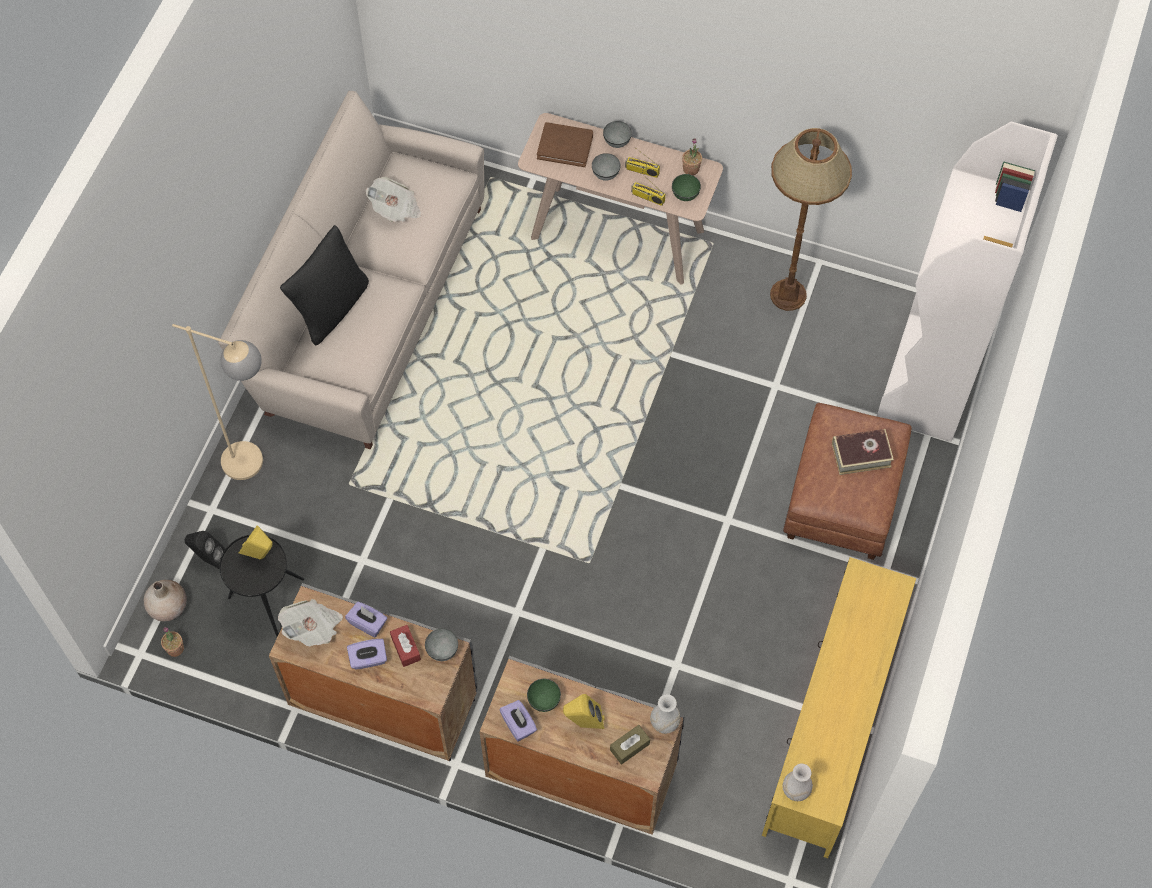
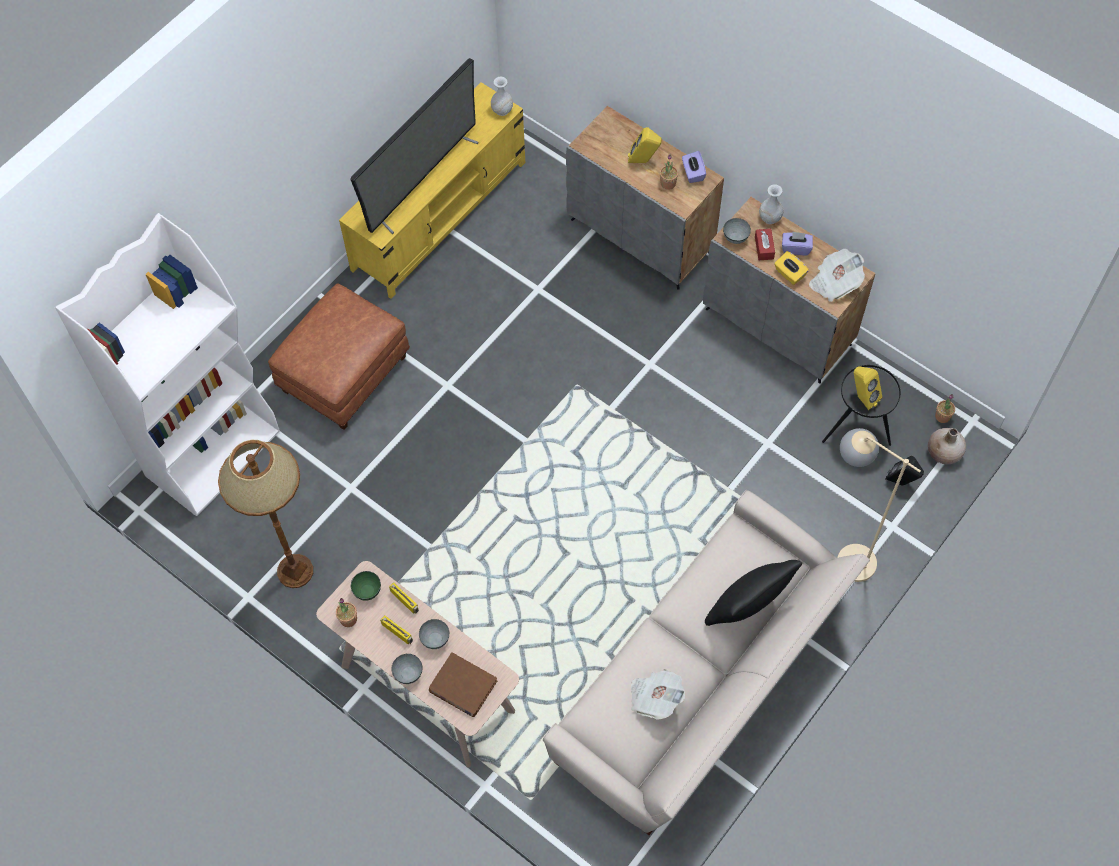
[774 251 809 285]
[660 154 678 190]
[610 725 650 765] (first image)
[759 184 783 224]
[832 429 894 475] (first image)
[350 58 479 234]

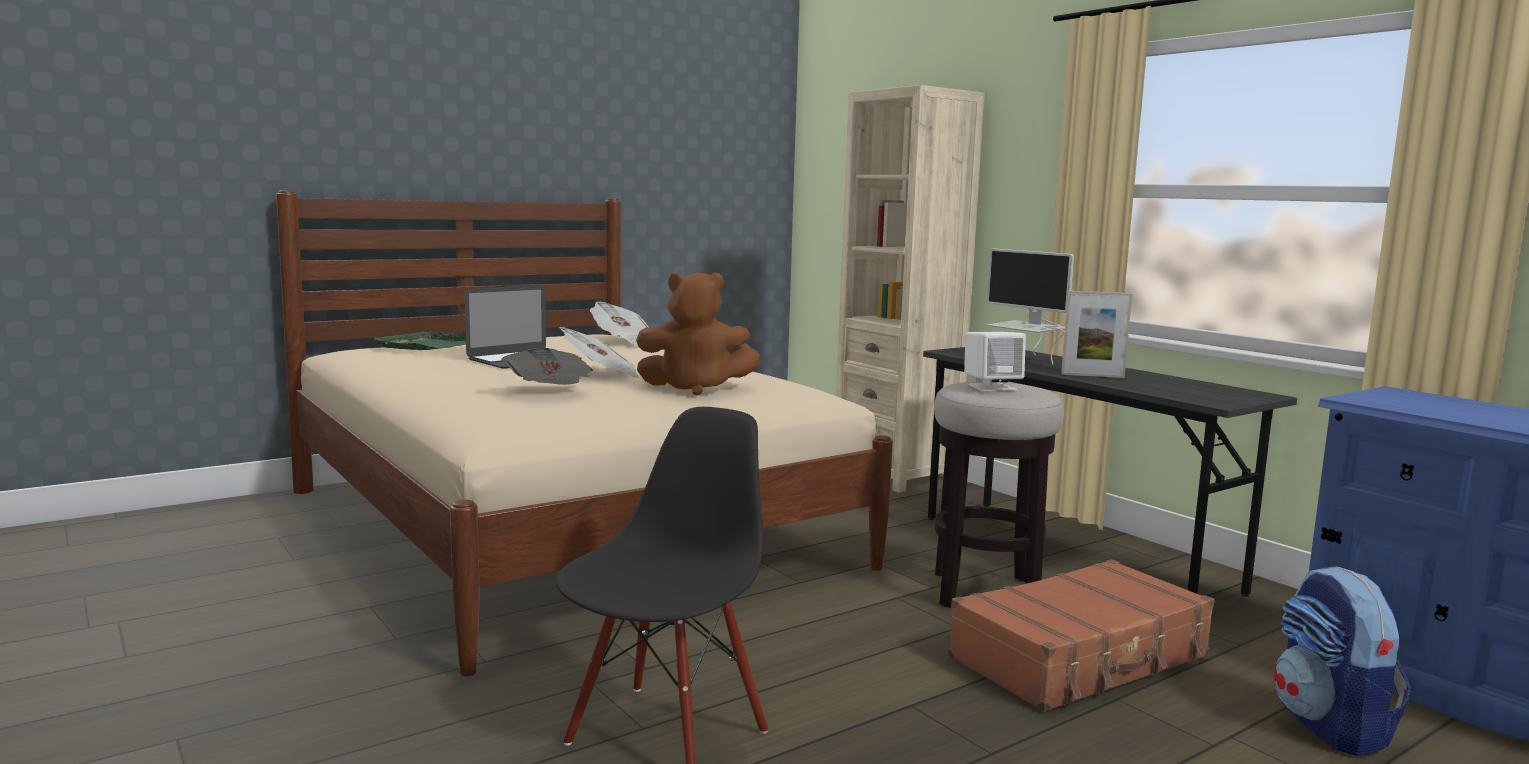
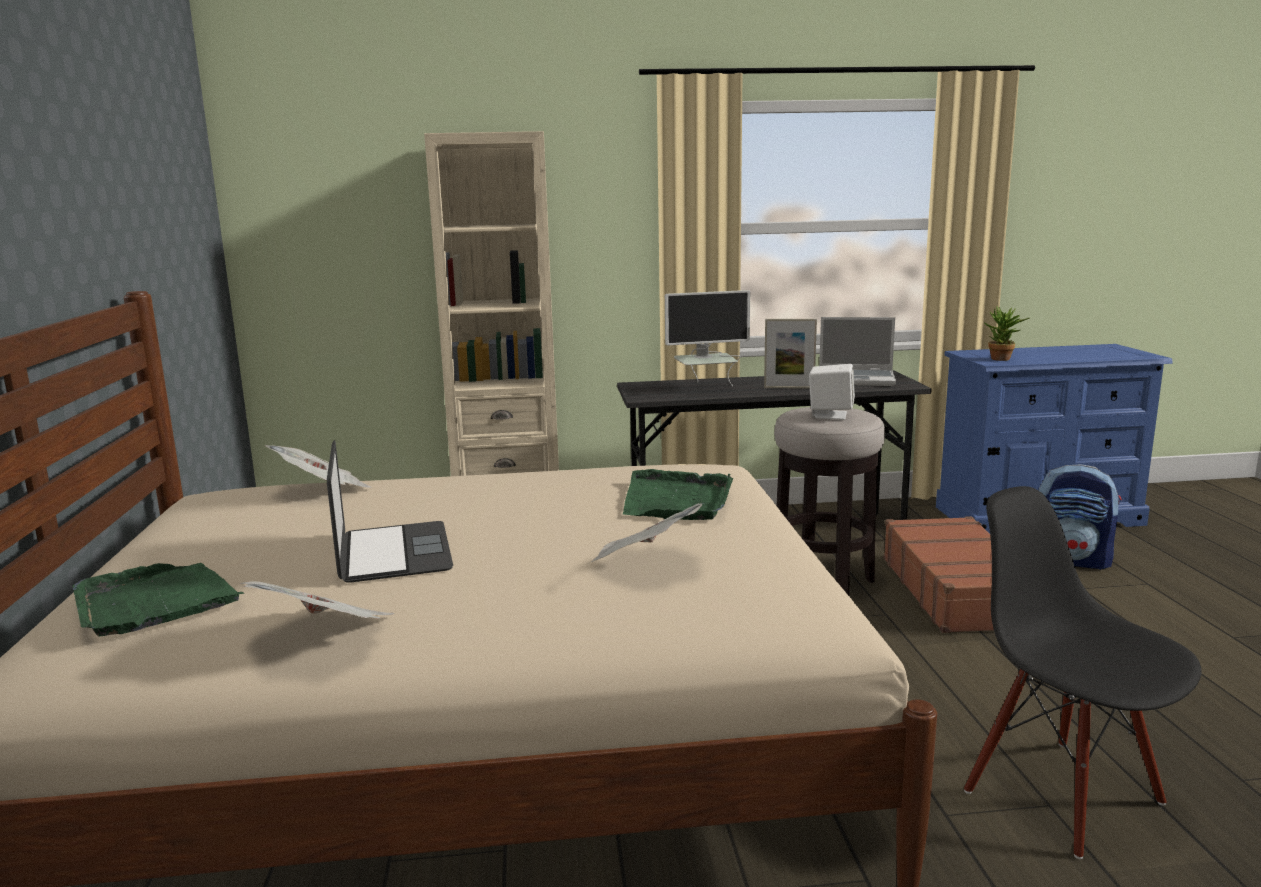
[239 581 395 619]
[623 469 733 520]
[764 319 817 389]
[819 317 896 386]
[985 306 1030 361]

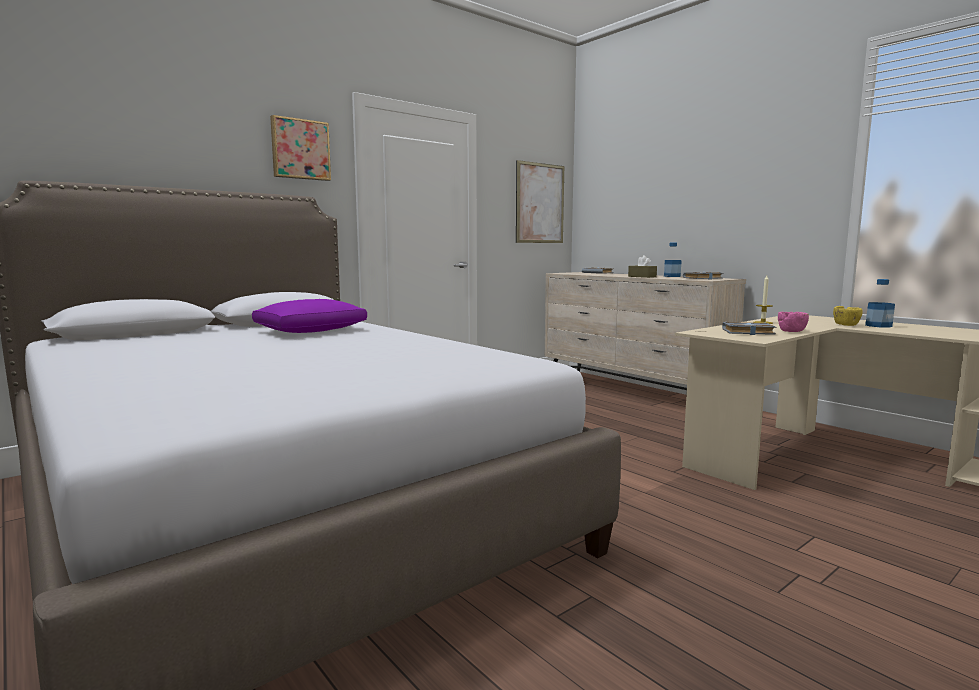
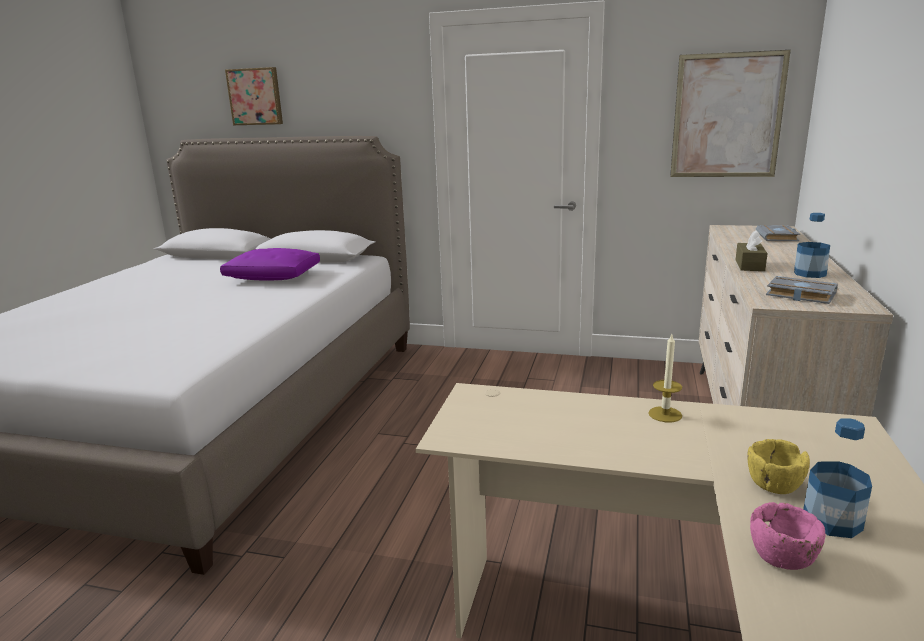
[225 67 283 125]
[722 322 776 335] (first image)
[750 502 825 570]

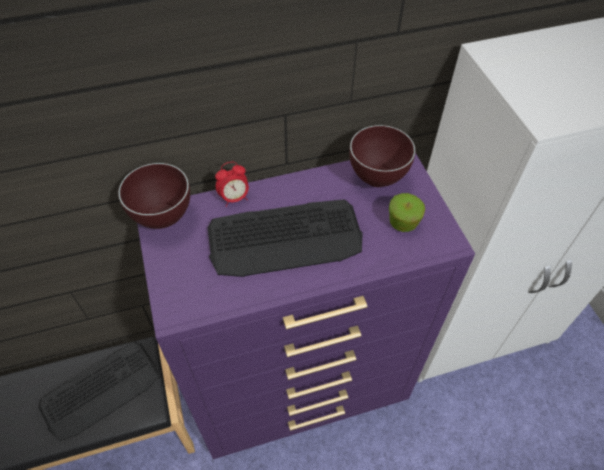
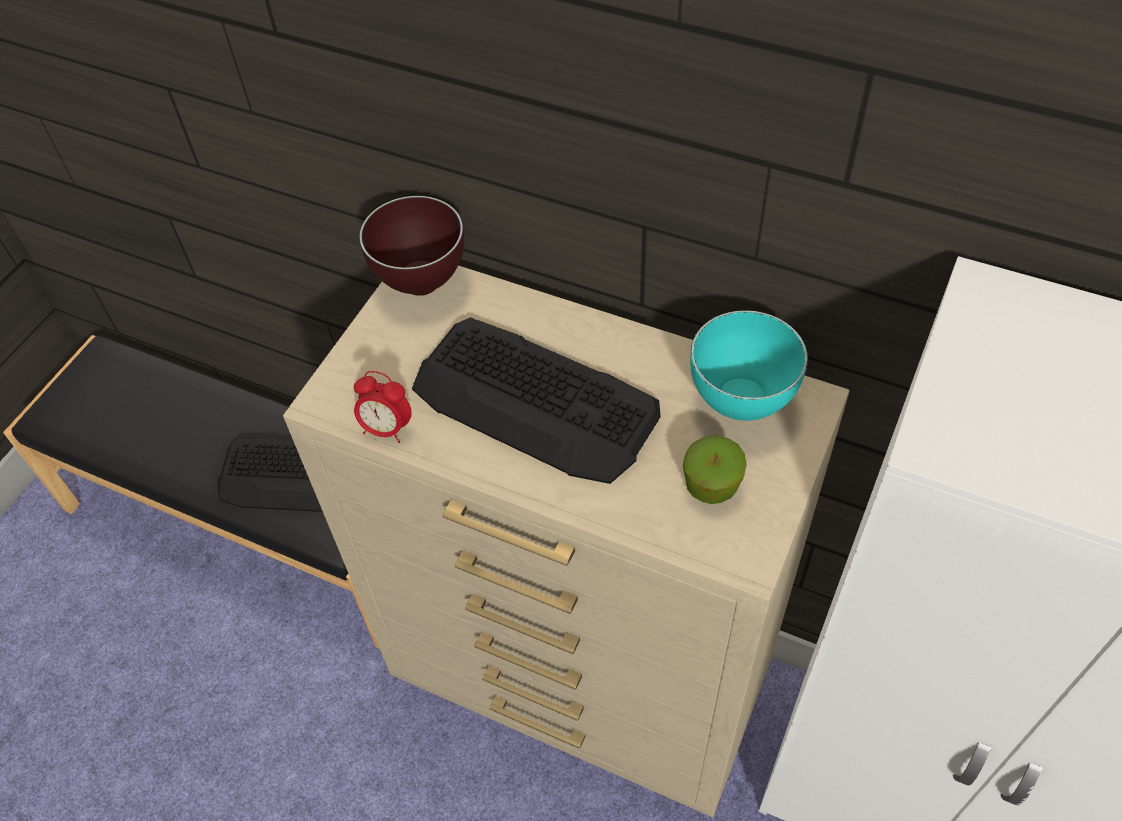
[283 265 849 817]
[354 371 412 443]
[690 310 808 421]

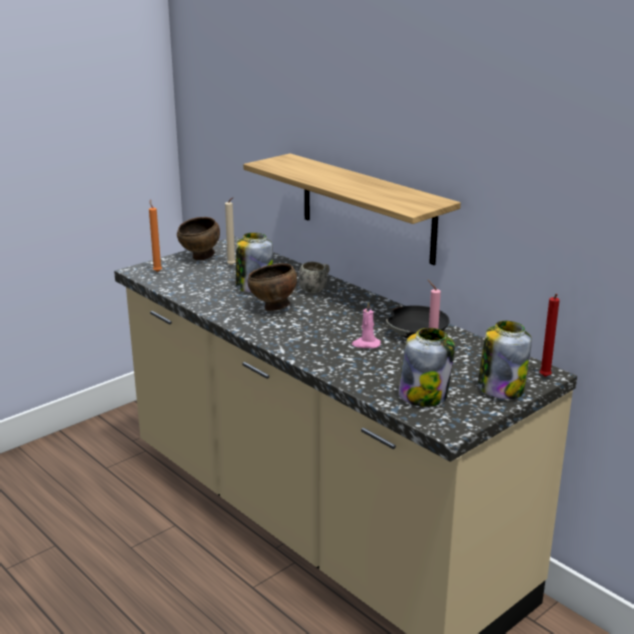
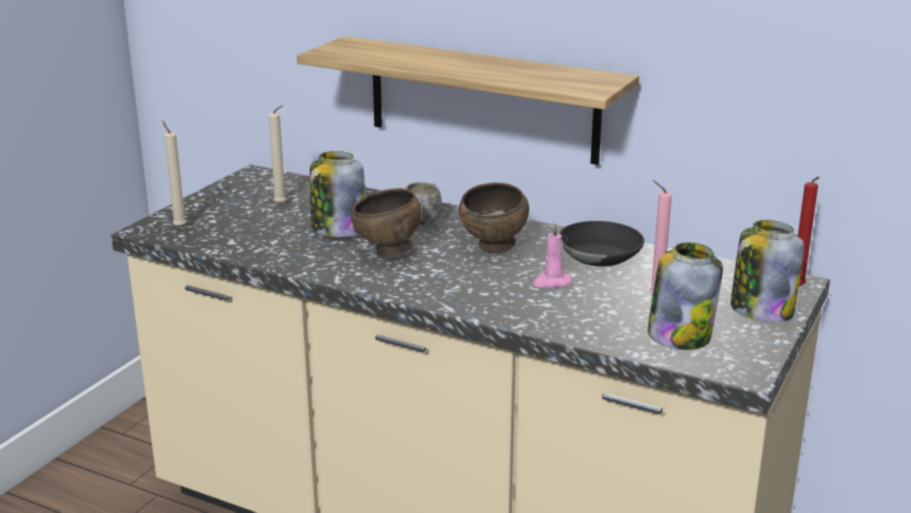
[162 121 186 228]
[458 182 529 254]

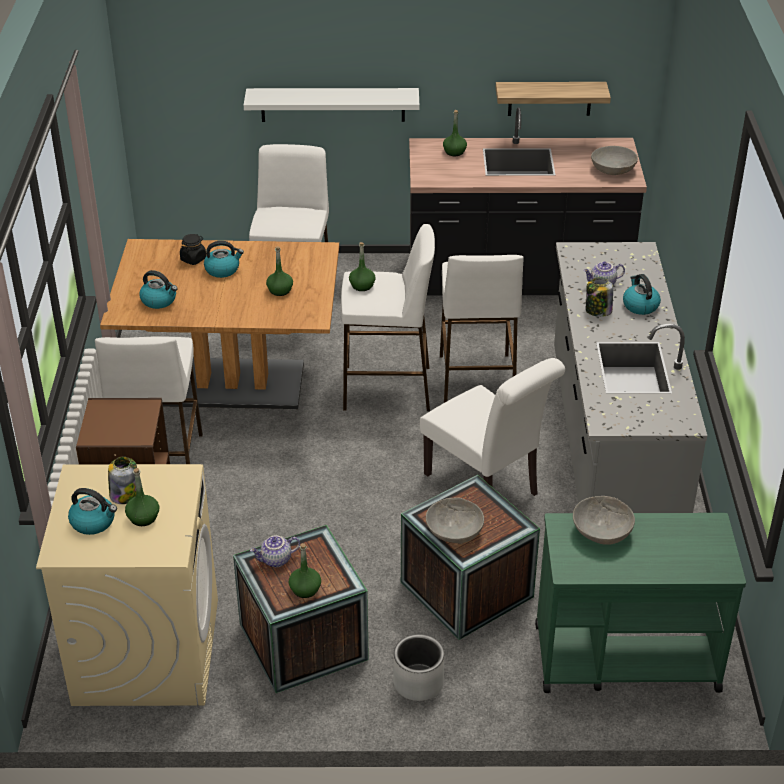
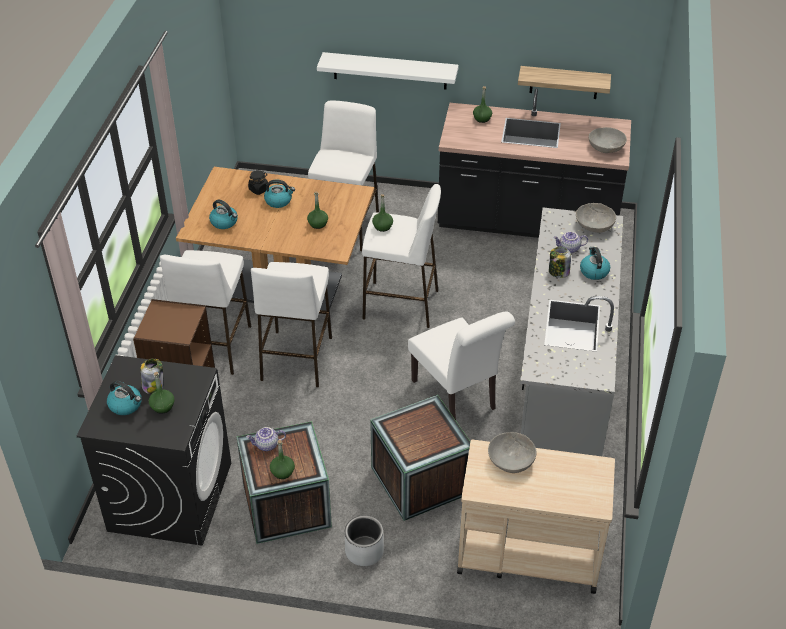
[77 355 231 546]
[576 203 616 233]
[251 262 332 387]
[457 440 615 594]

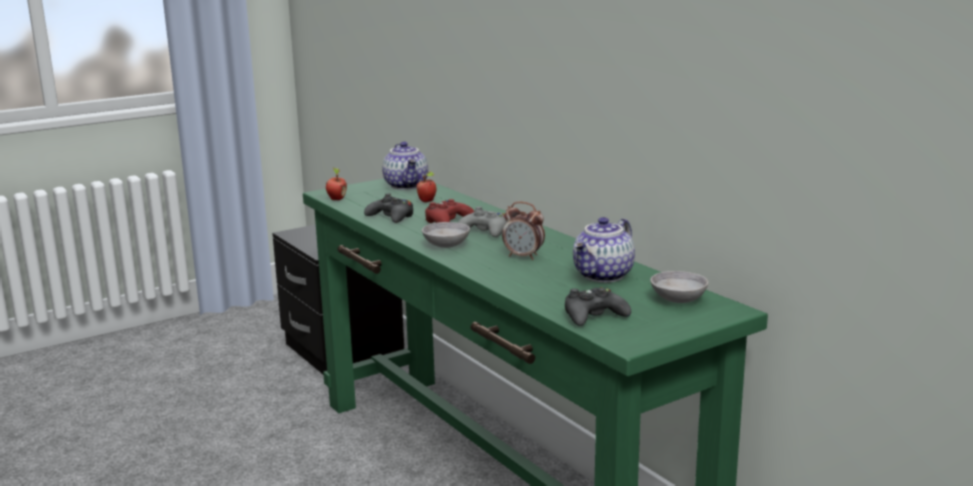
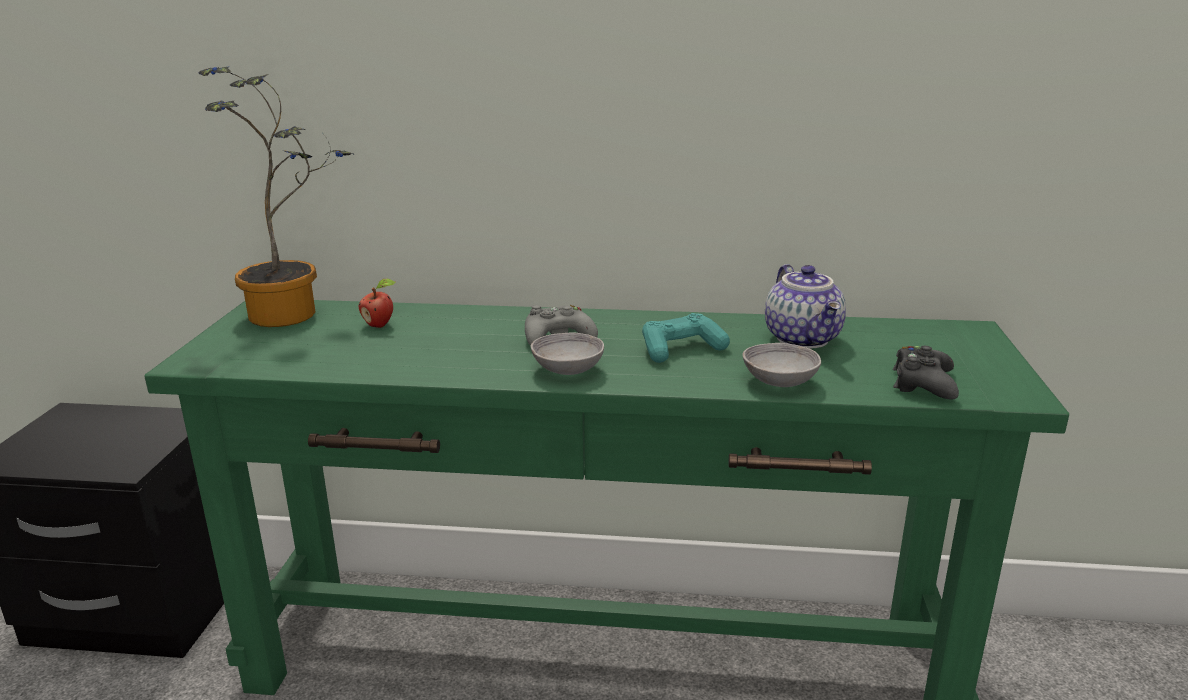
[326 167 347 200] (first image)
[364 193 413 223] (first image)
[198 67 353 327]
[425 199 474 223] (first image)
[642 313 730 363]
[742 343 821 387]

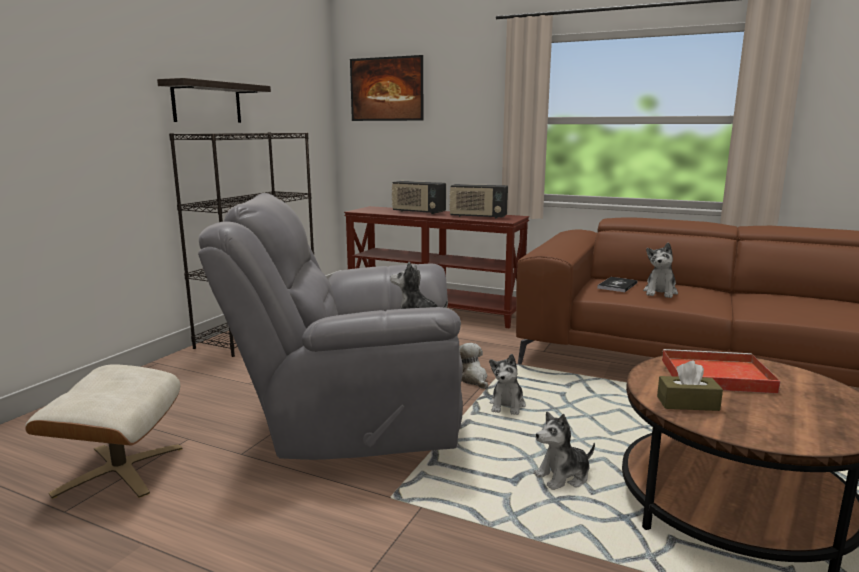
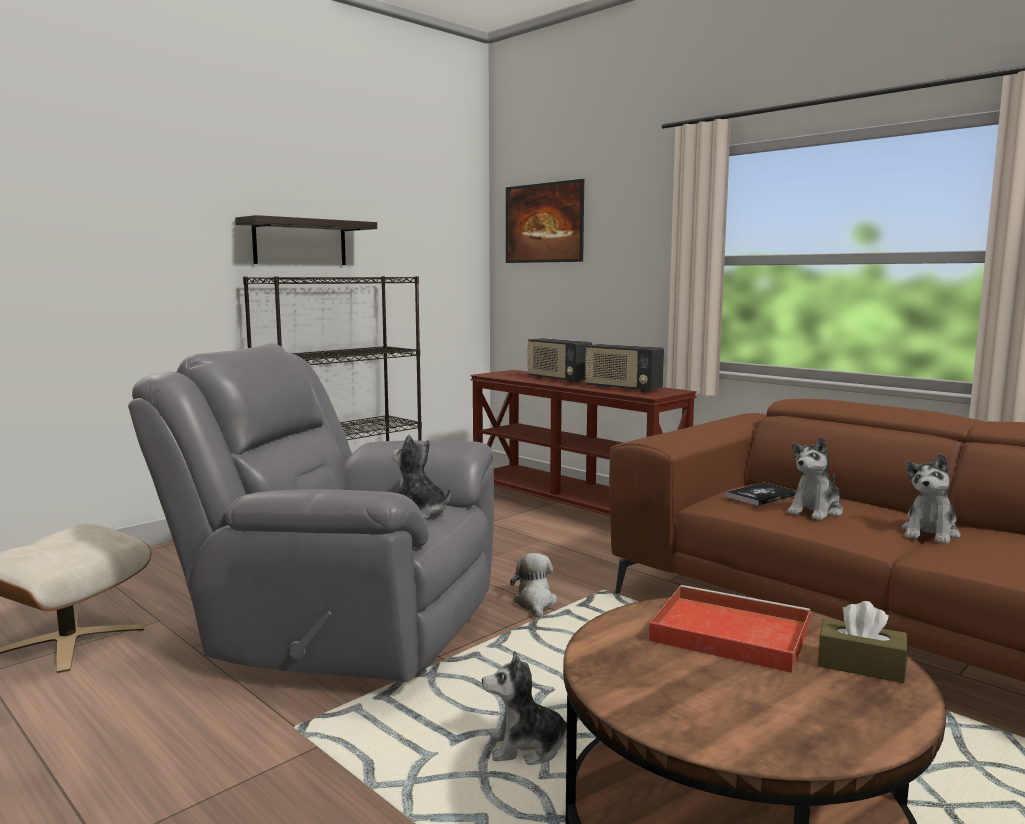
[901 454 961 543]
[818 601 908 683]

